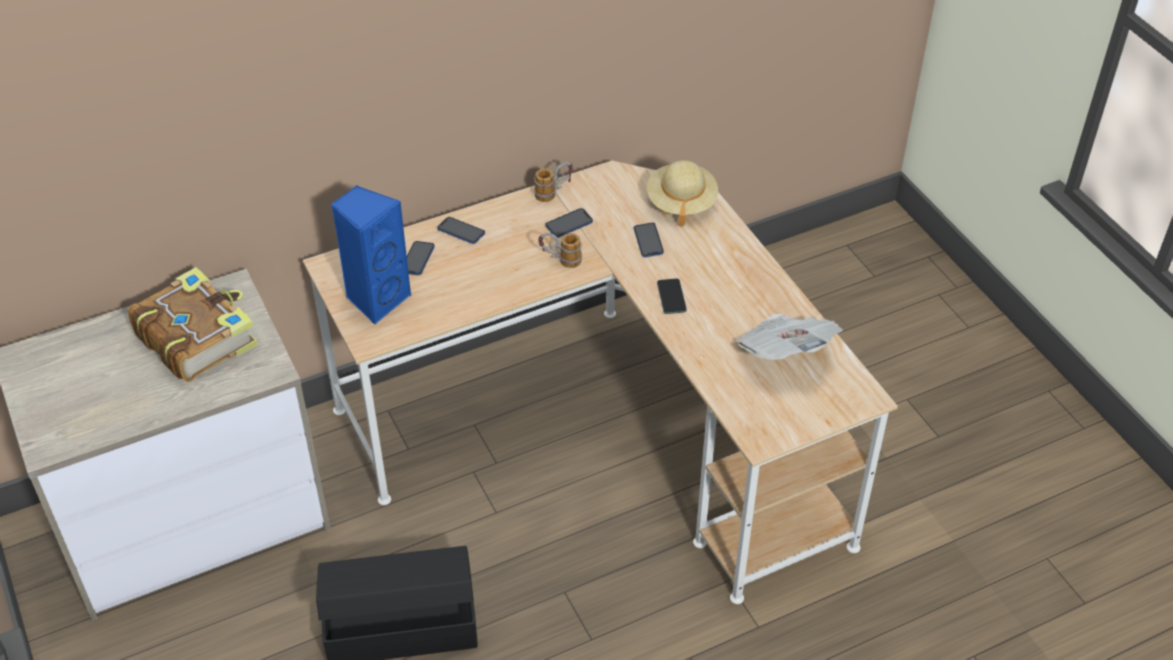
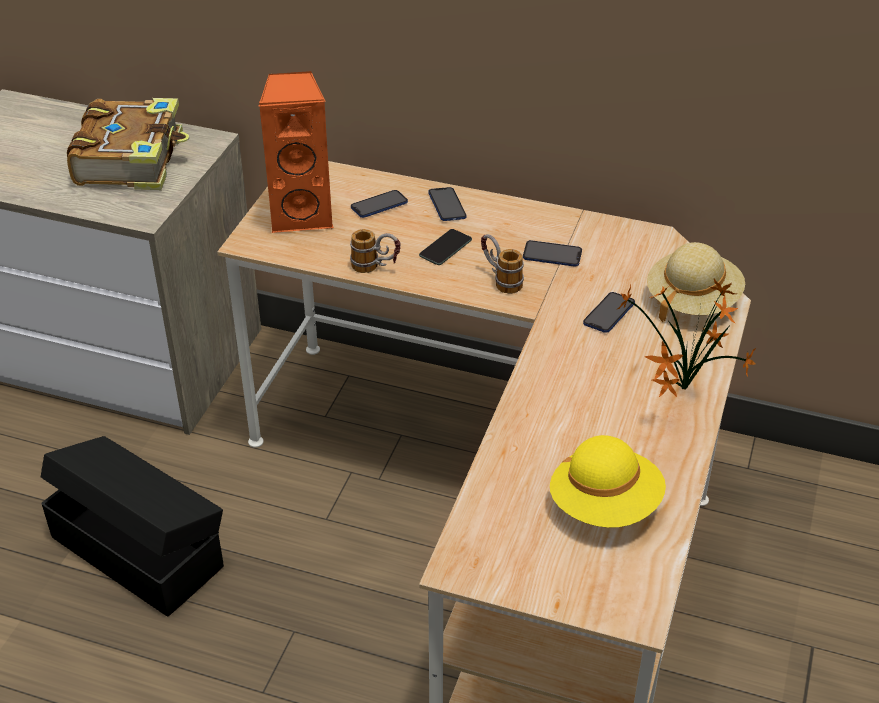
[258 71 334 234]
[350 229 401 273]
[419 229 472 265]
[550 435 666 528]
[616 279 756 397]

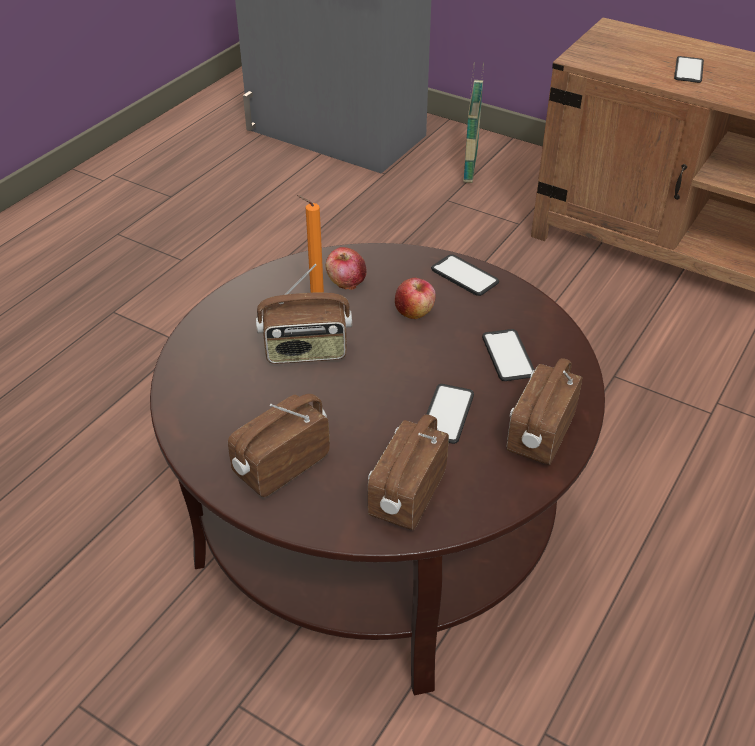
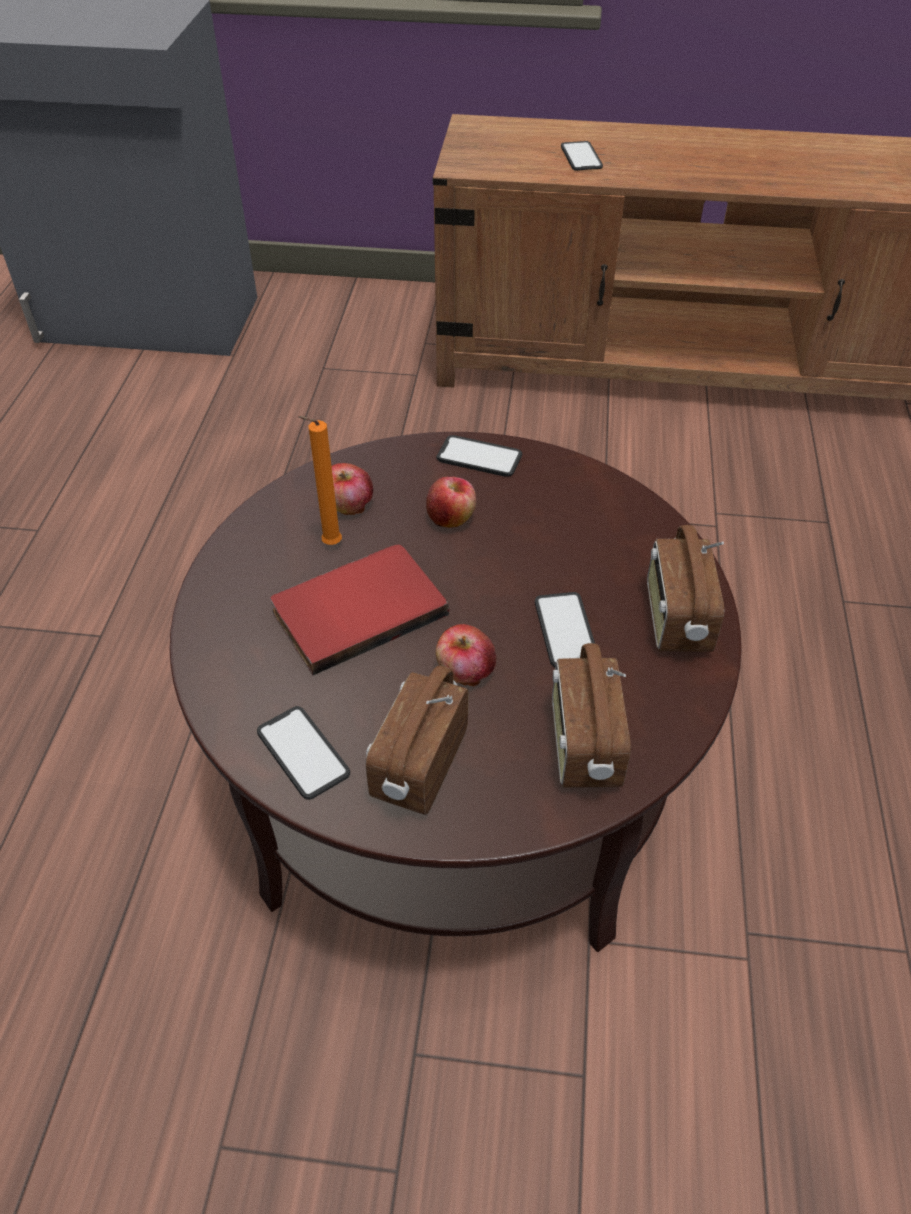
[270 545 449 675]
[463 62 484 183] (first image)
[257 706 350 800]
[436 624 496 687]

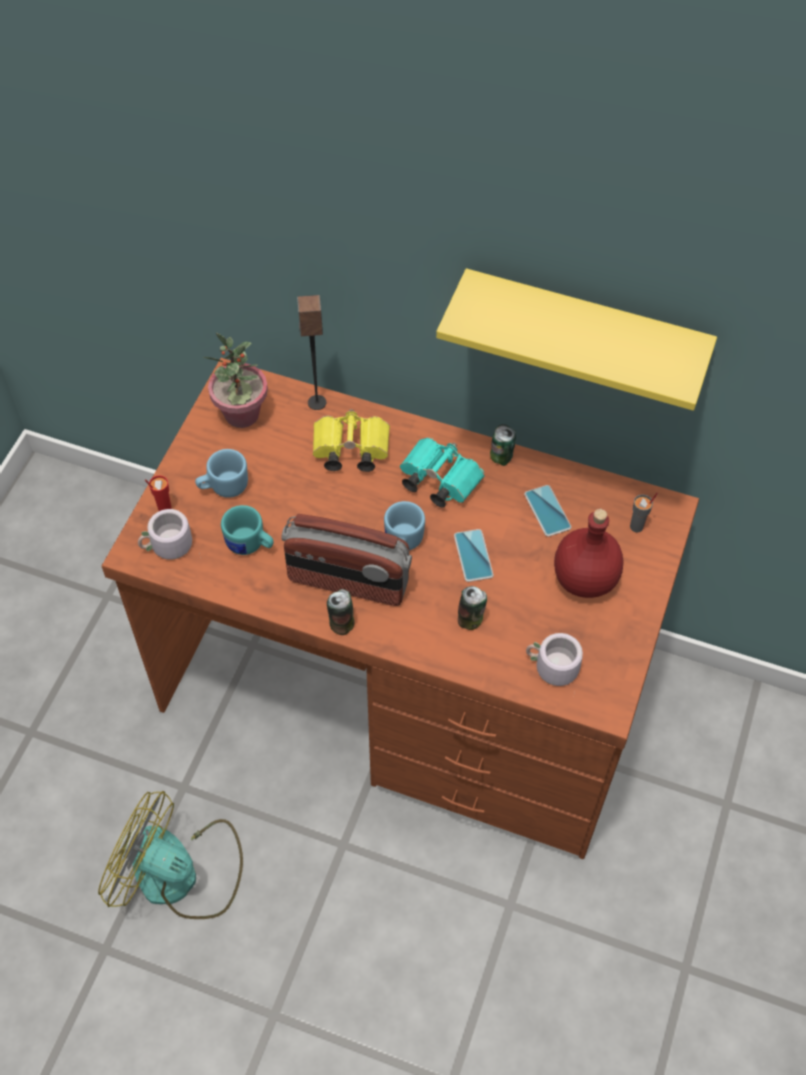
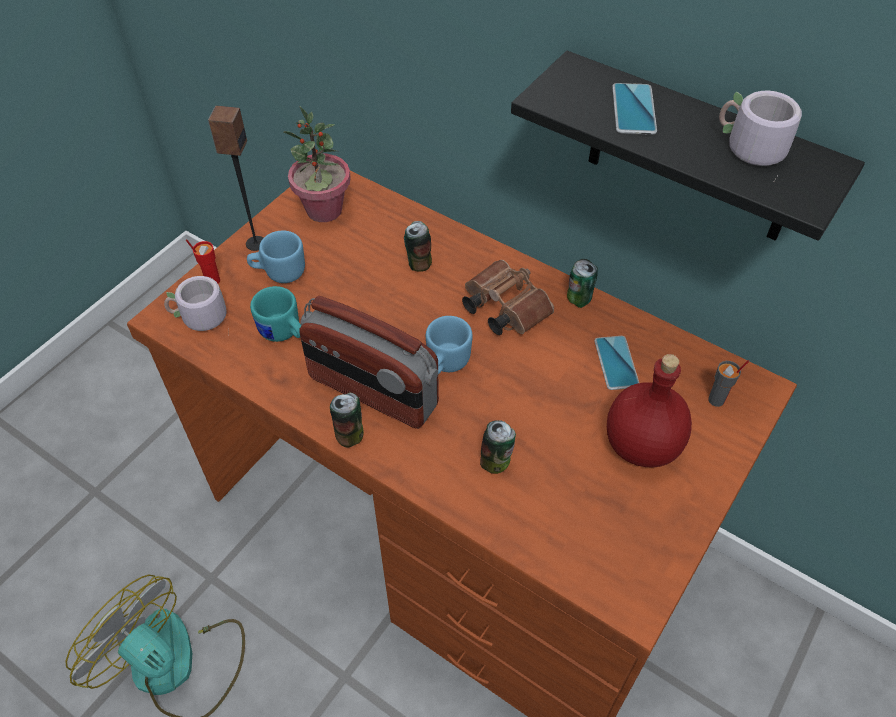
[208 106 263 251]
[404 221 432 272]
[462 260 554 335]
[511 51 865 241]
[612 83 657 135]
[719 91 802 181]

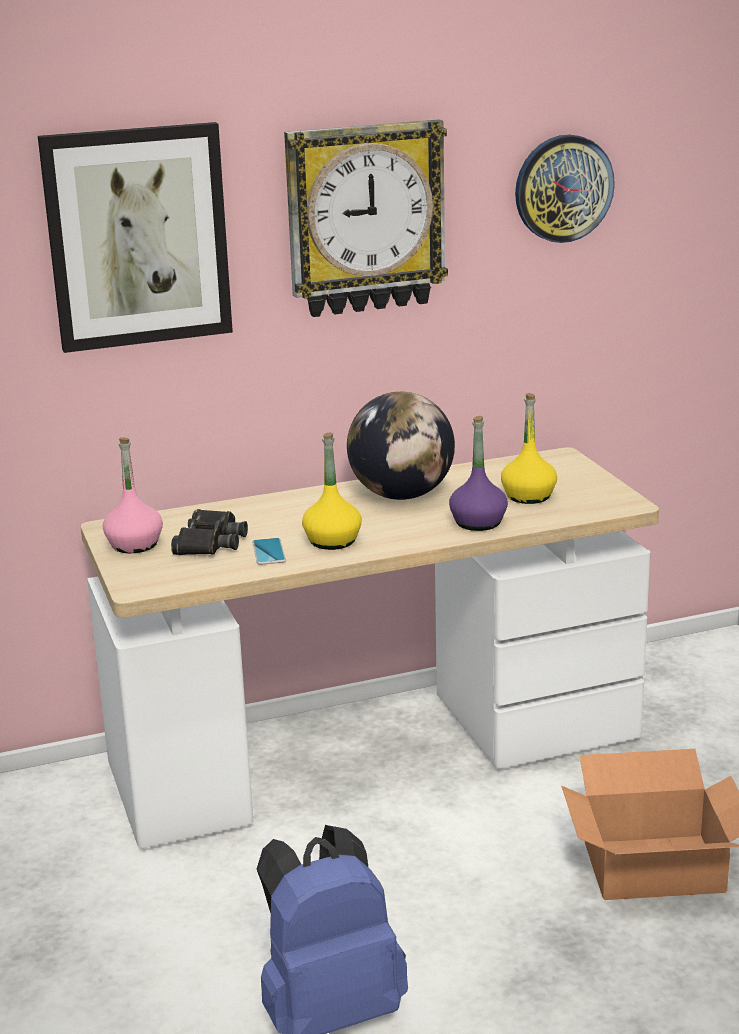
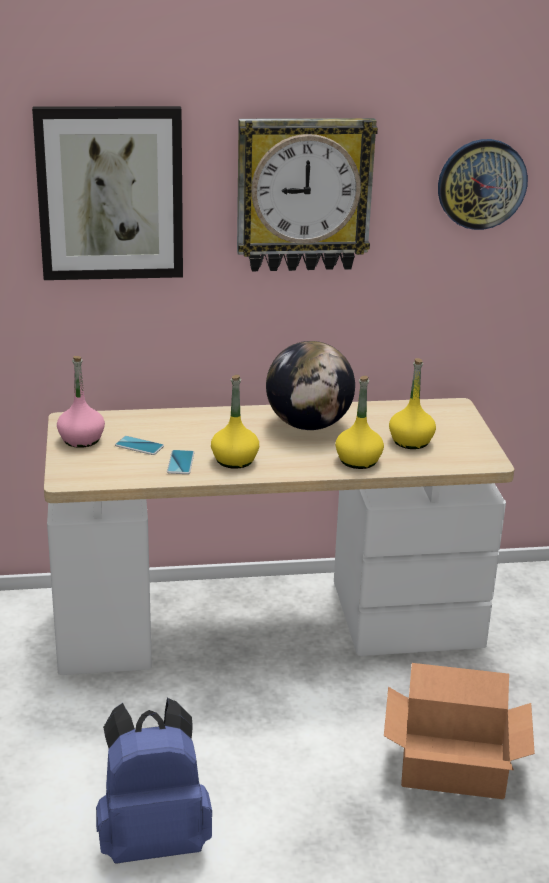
[115 436 164 455]
[335 376 384 469]

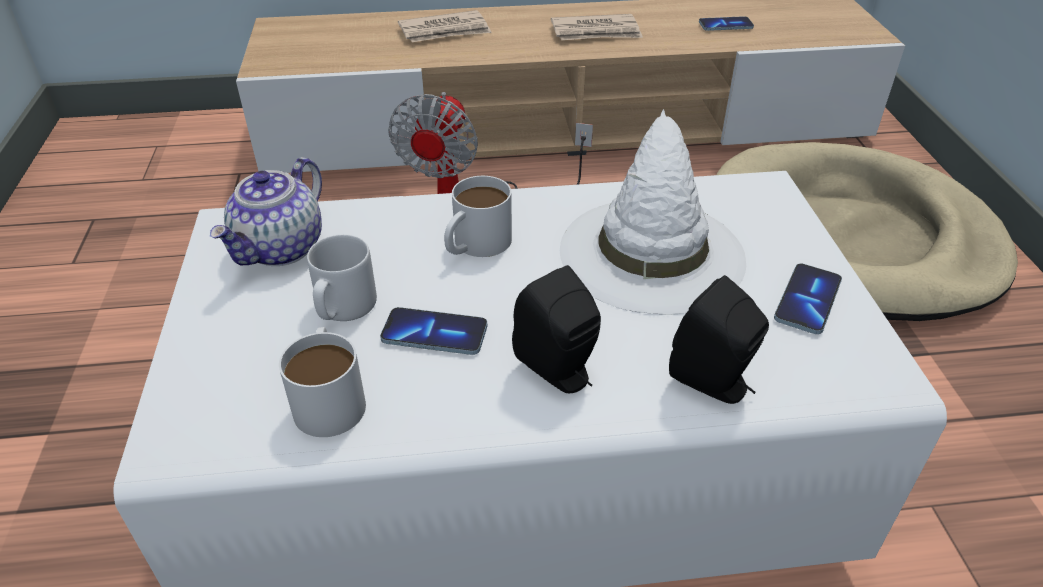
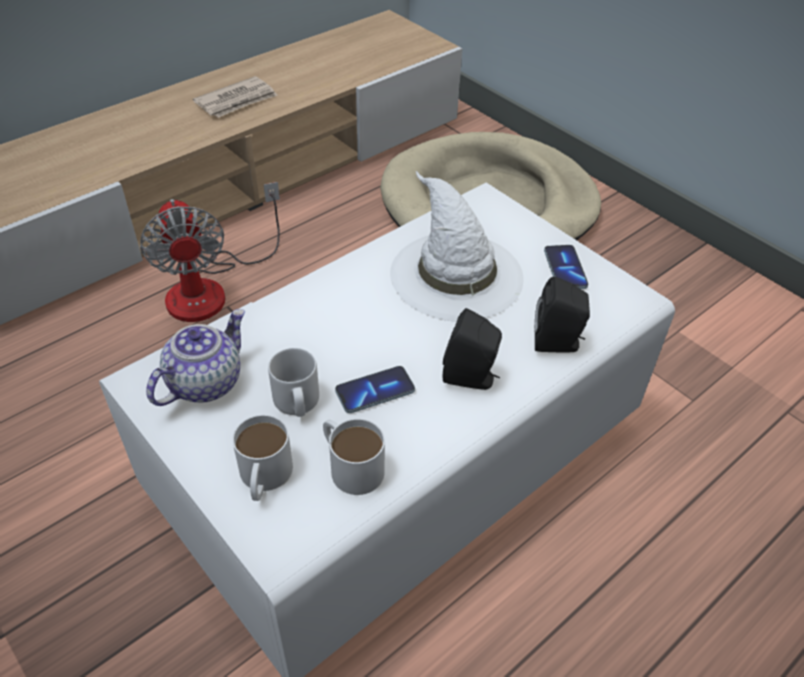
[146 309 245 406]
[398 10 492 42] (first image)
[232 415 293 501]
[699 16 754 31] (first image)

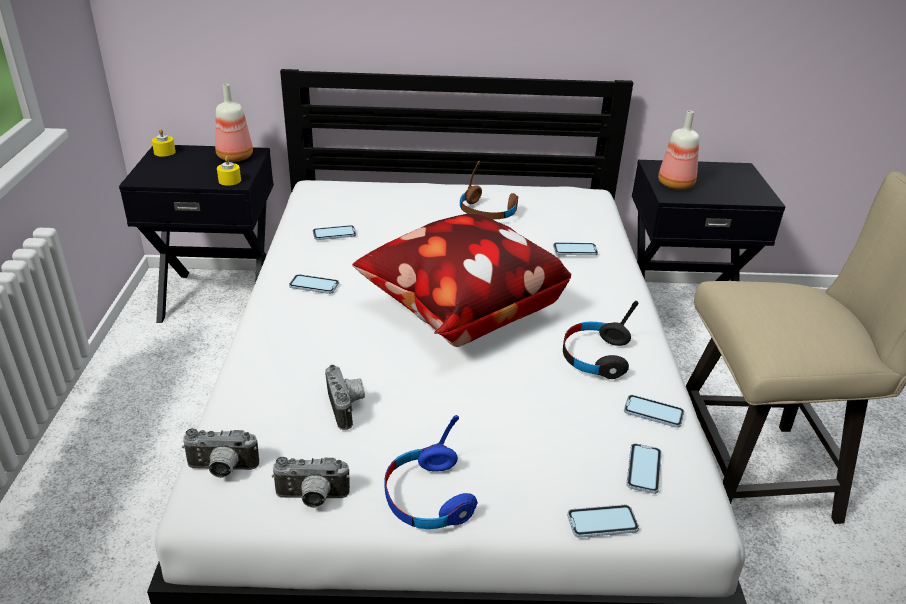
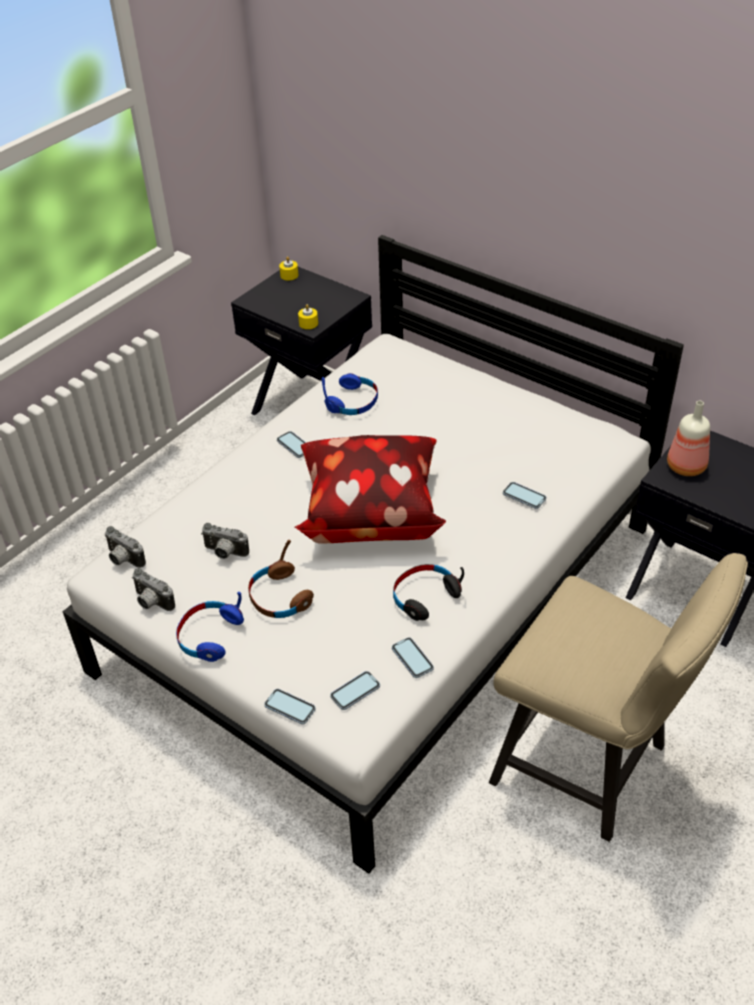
[215 84 253 162] (first image)
[322 373 378 415]
[202 523 249 559]
[248 540 314 618]

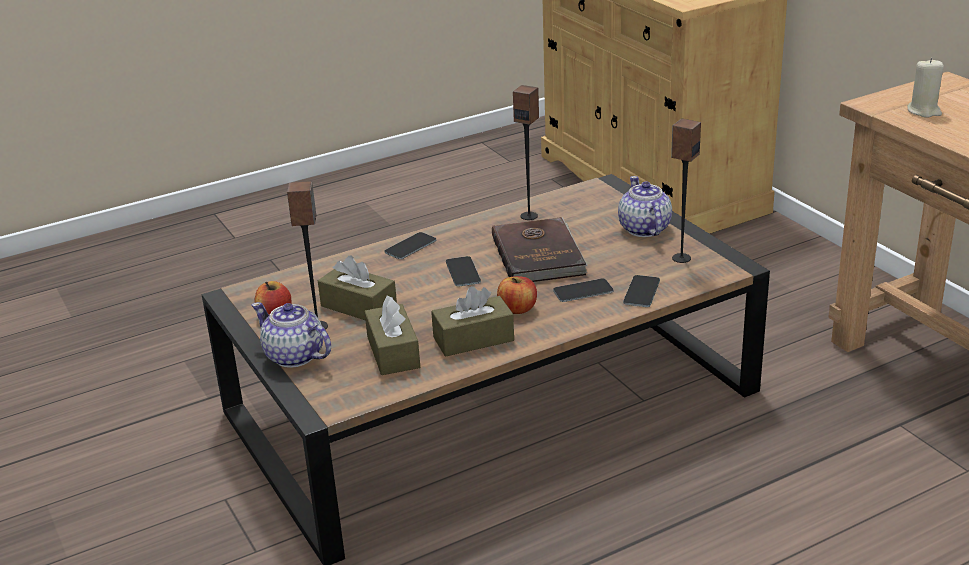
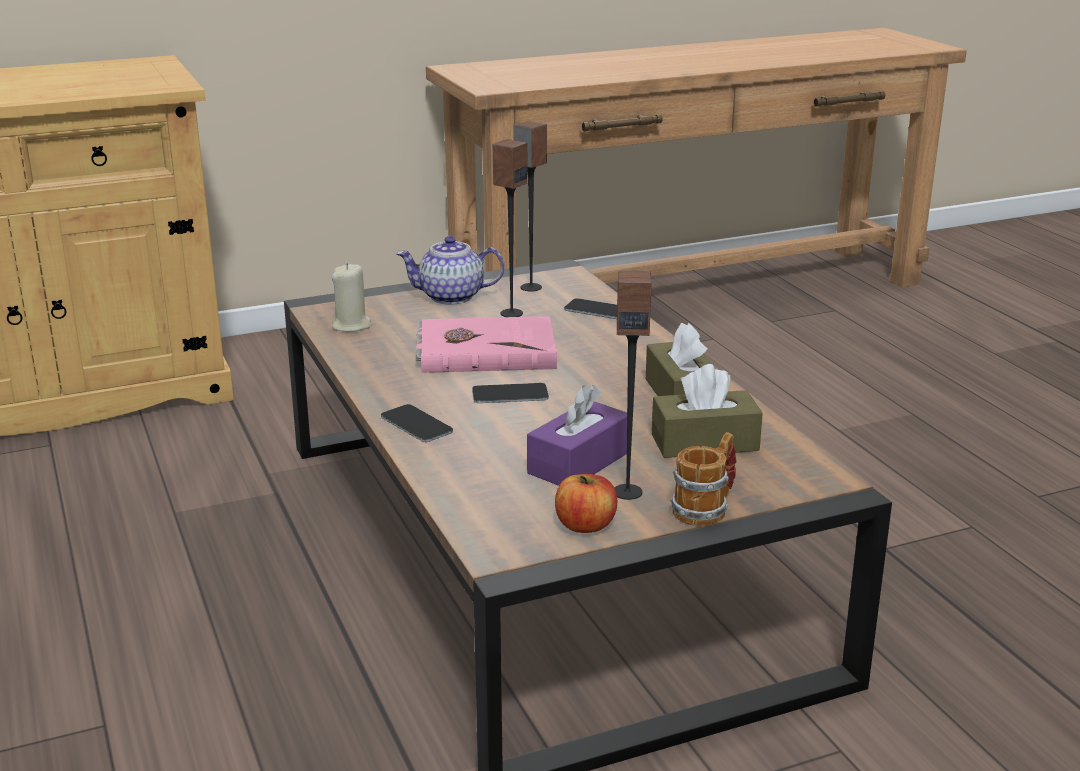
[670 432 736 526]
[527 385 627 486]
[415 316 557 373]
[497 276 537 314] (first image)
[492 139 527 317]
[553 278 613 302] (first image)
[332 263 371 332]

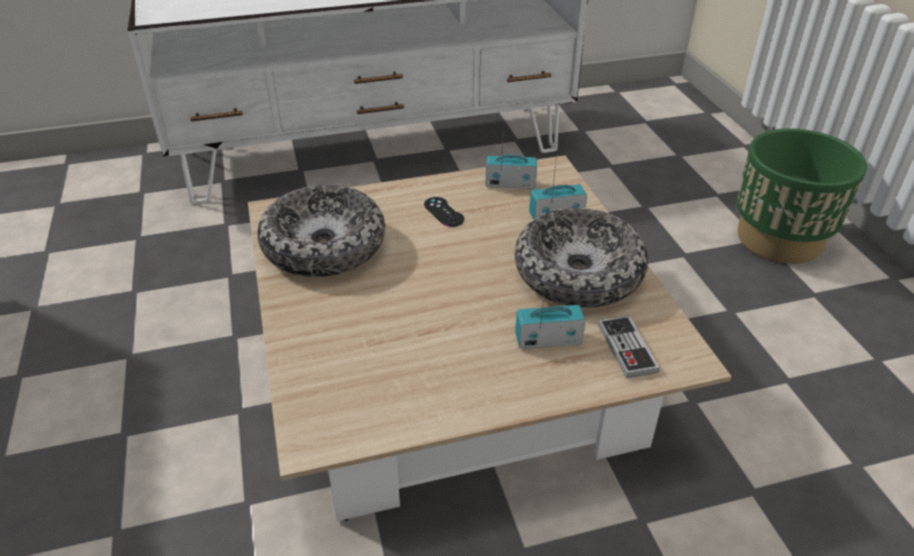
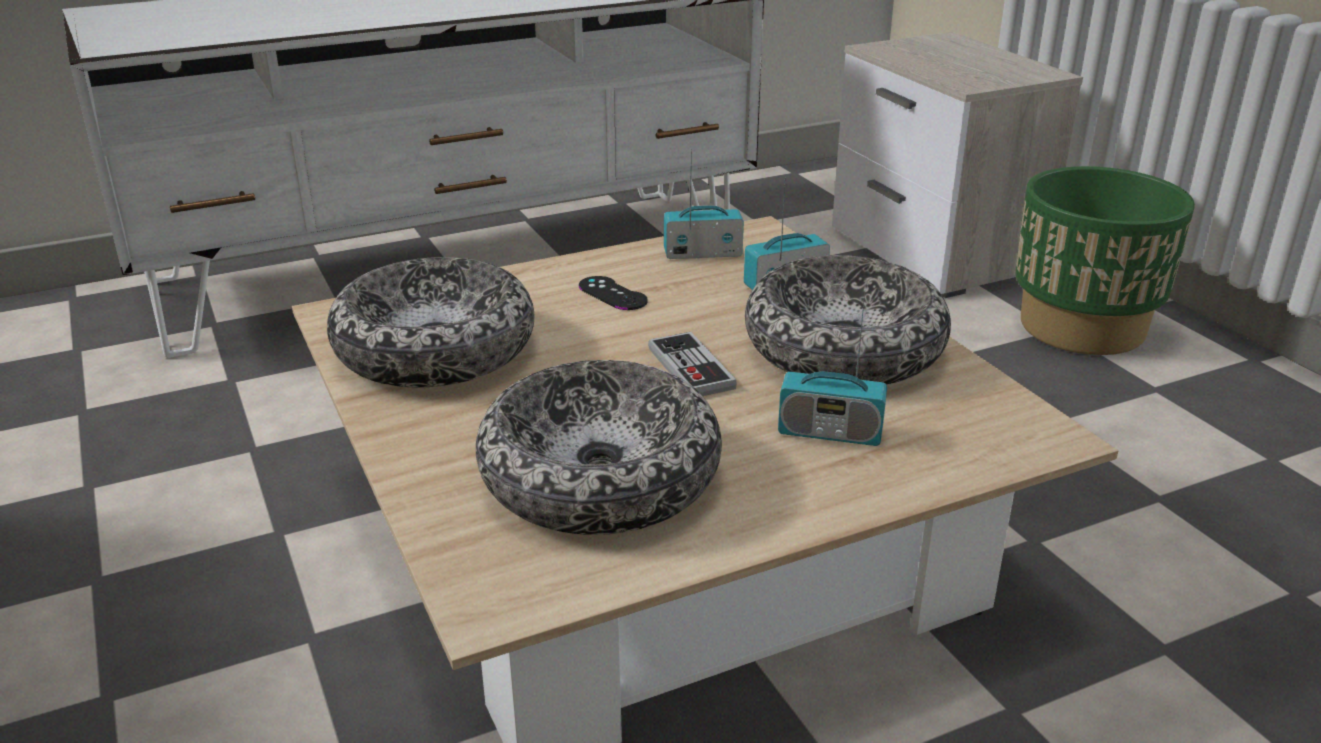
[778 292 887 446]
[648 332 737 396]
[476 360 722 535]
[832 32 1083 298]

